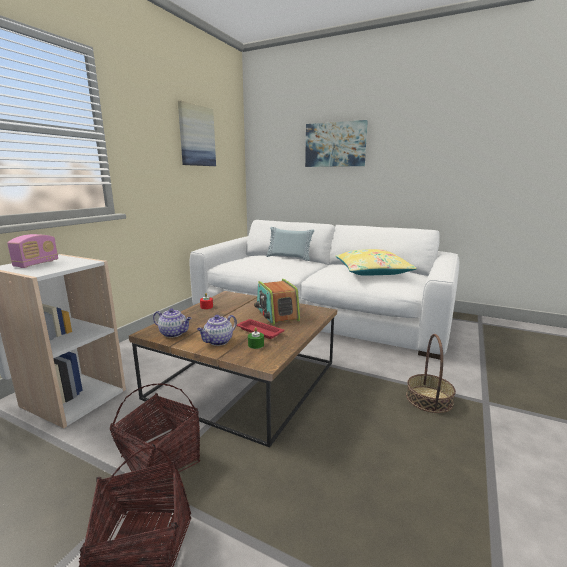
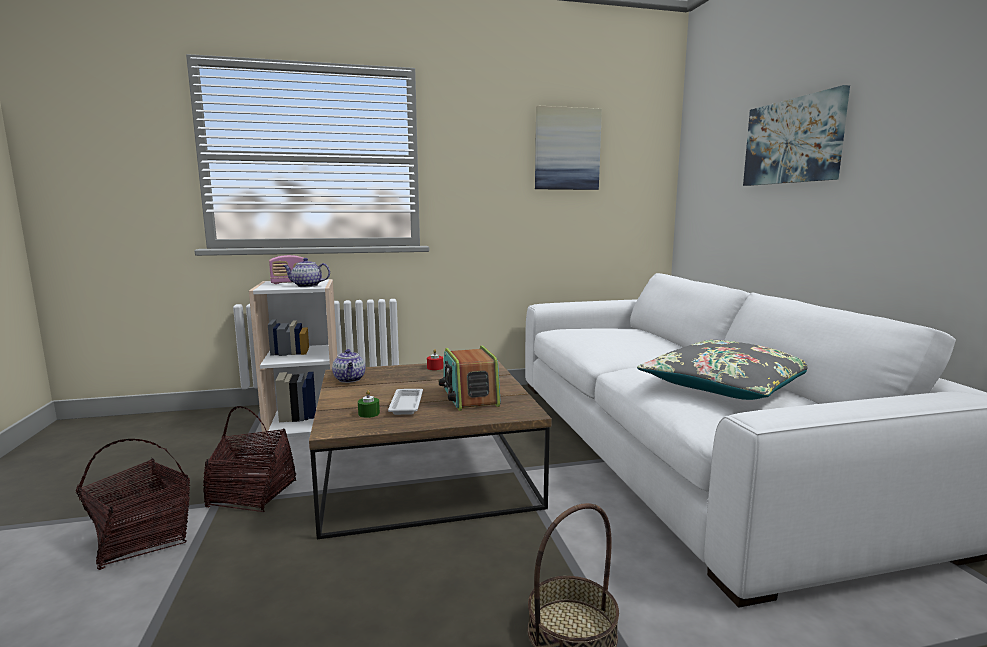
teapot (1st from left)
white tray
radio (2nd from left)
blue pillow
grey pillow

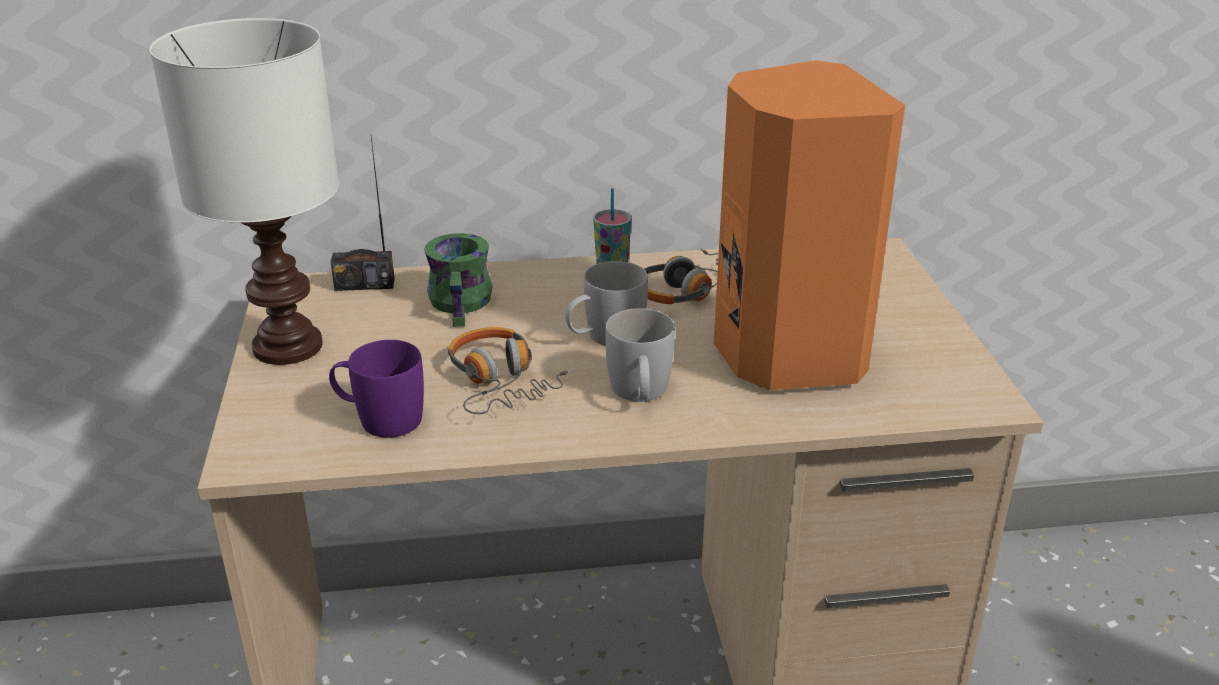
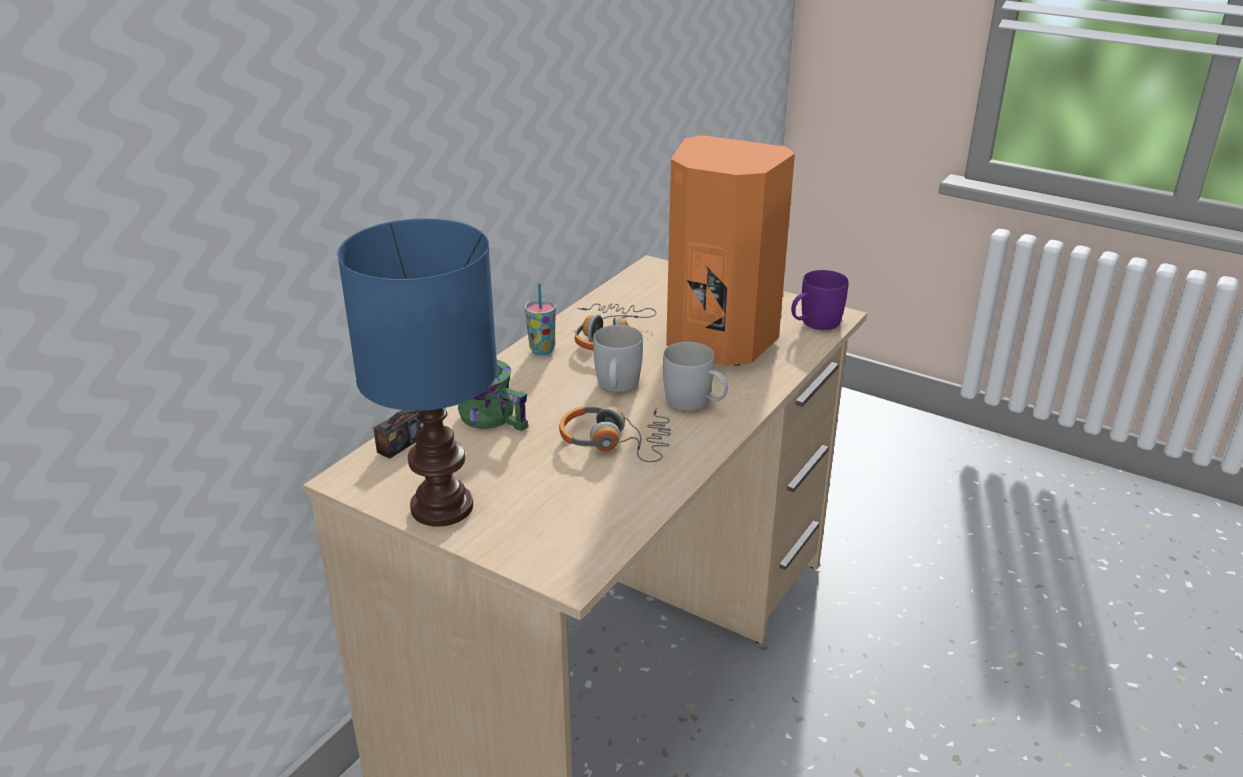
blue table lamp
purple mug

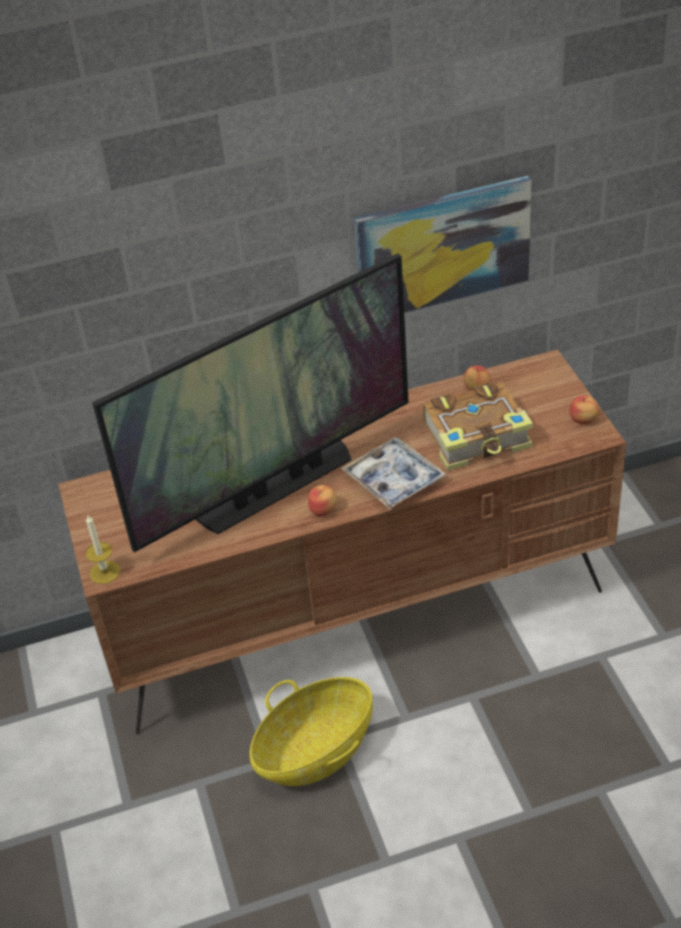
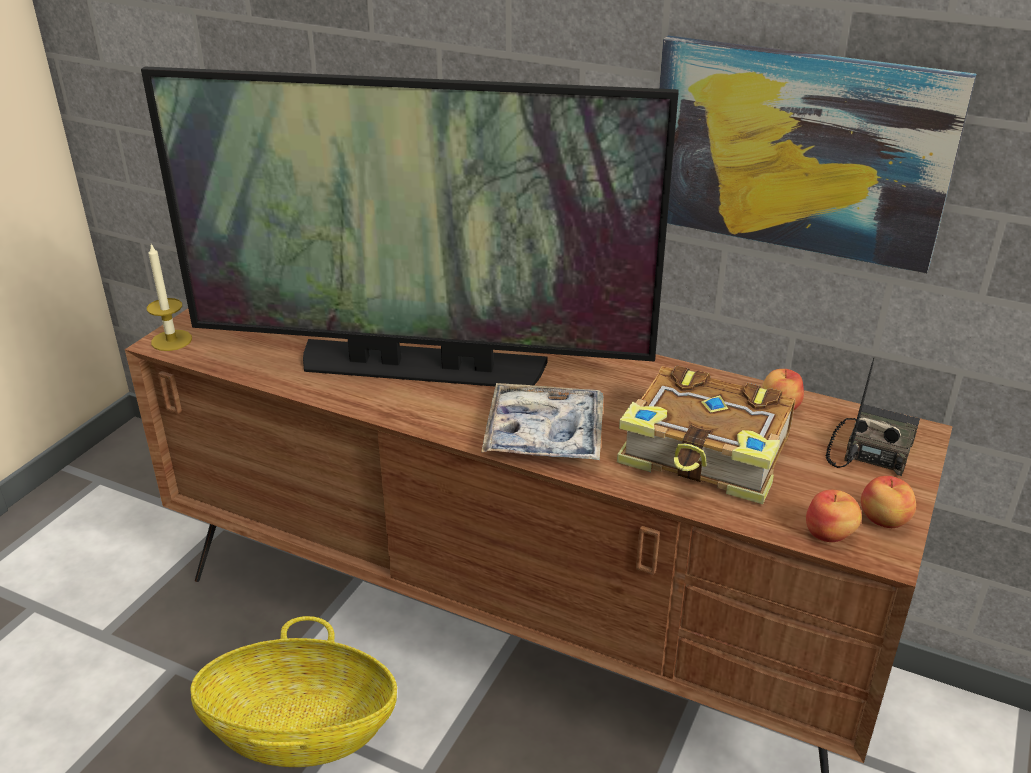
apple (2nd from left)
radio

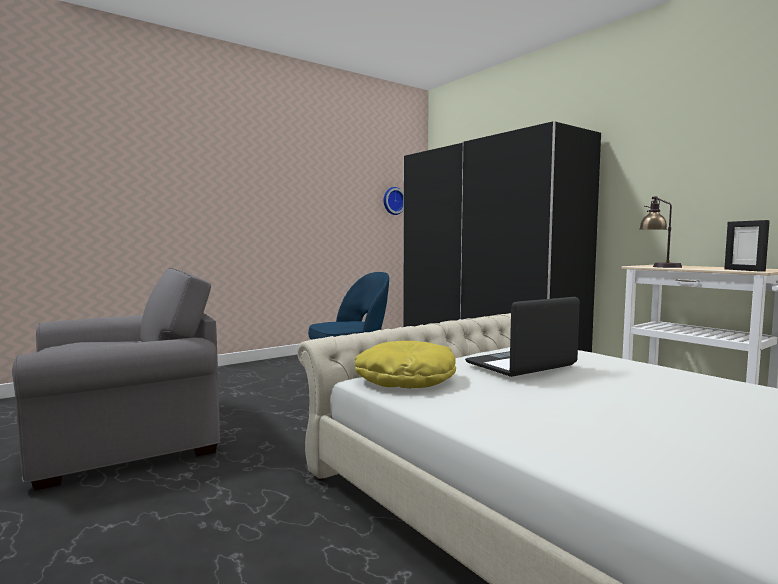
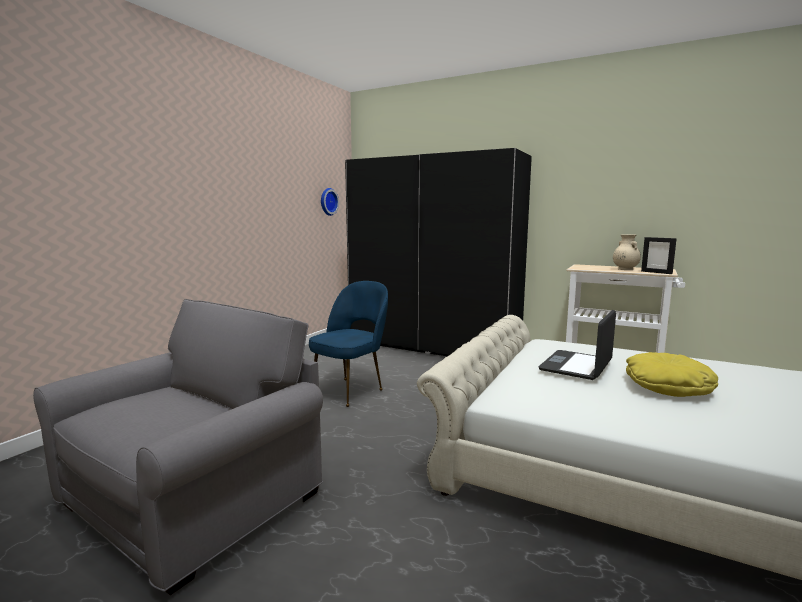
yellow pillow
table lamp
beige vase

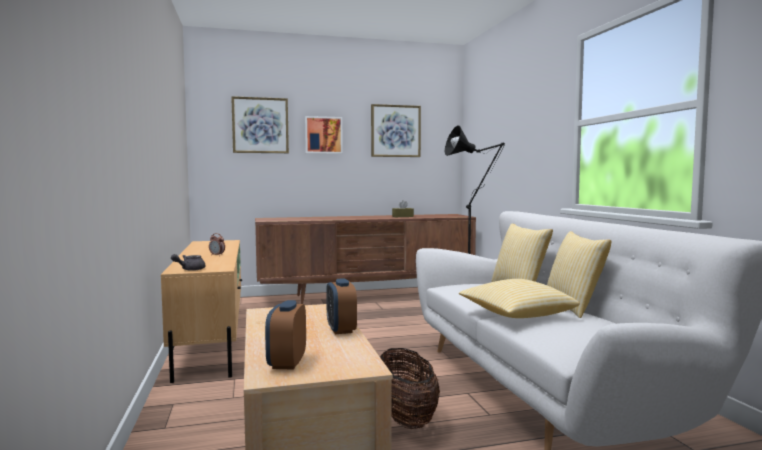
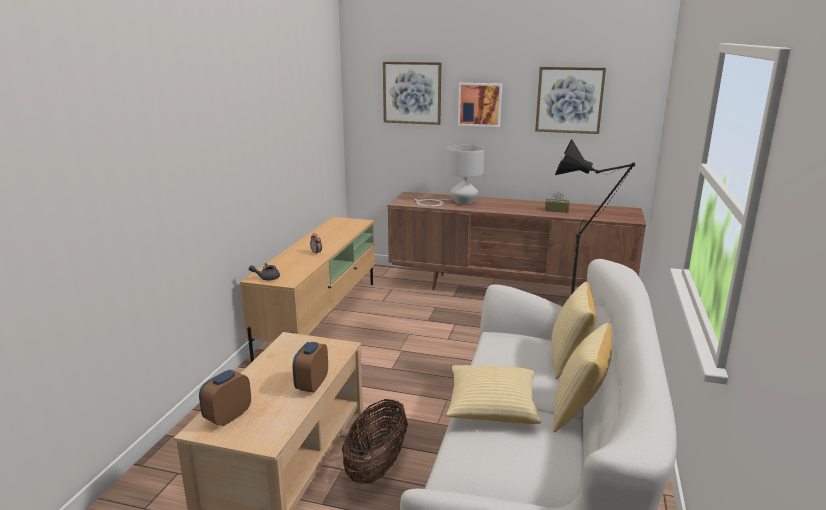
white table lamp

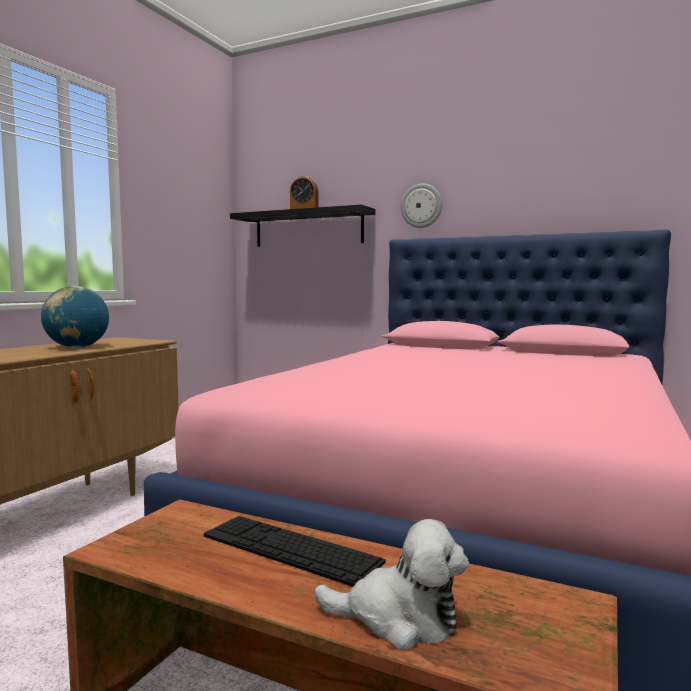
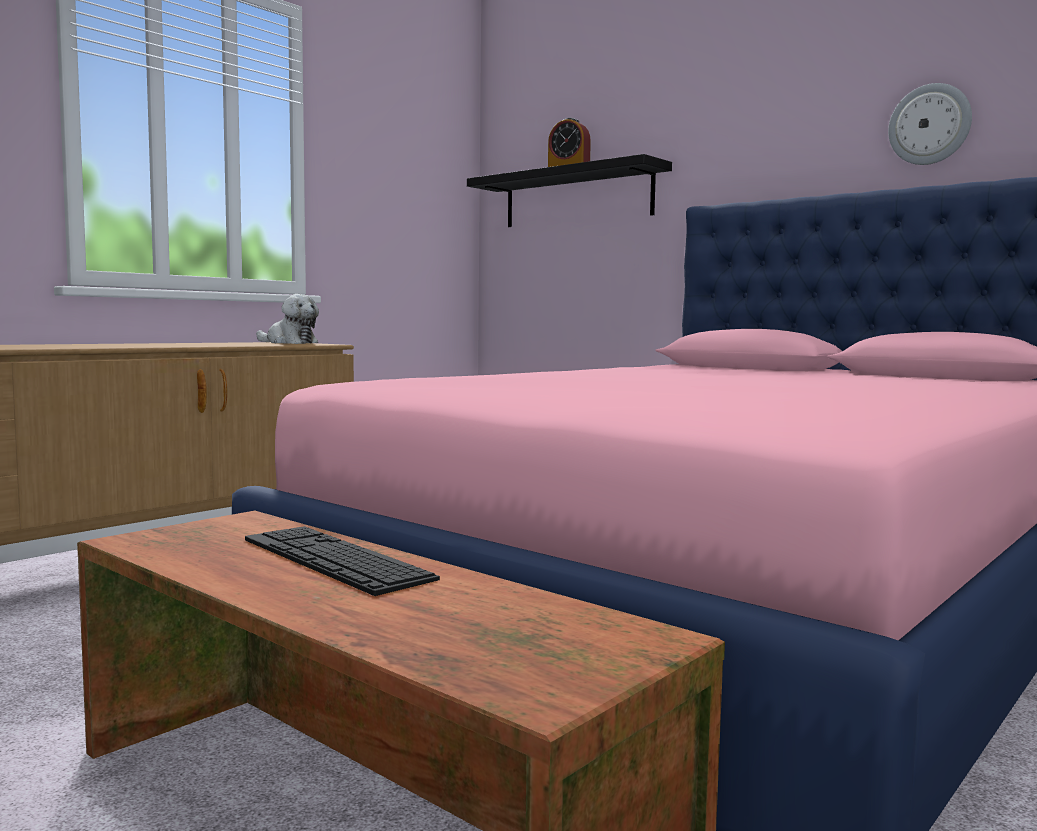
globe
plush toy
wall clock

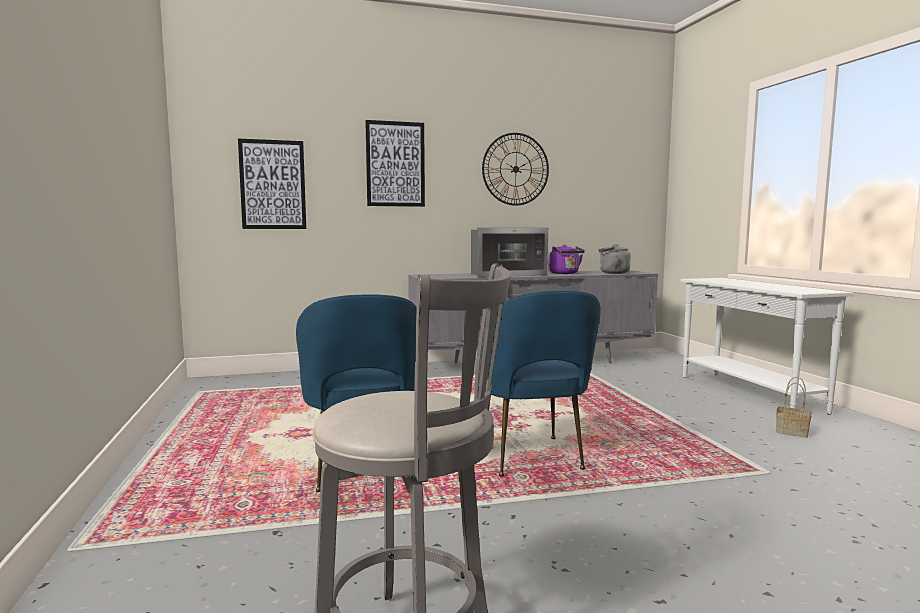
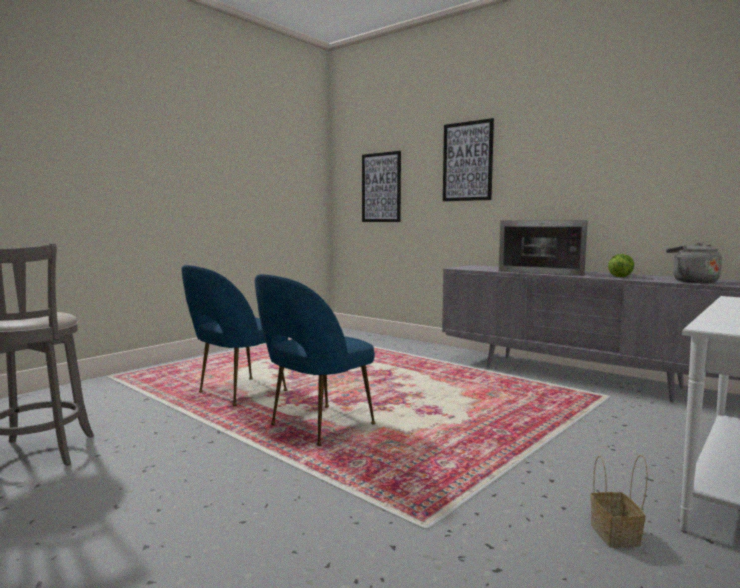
wall clock
lettuce

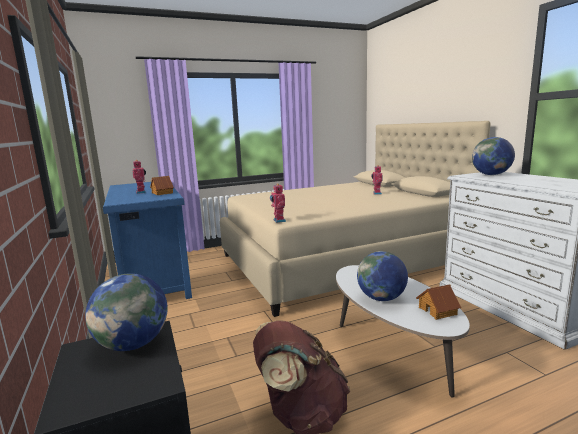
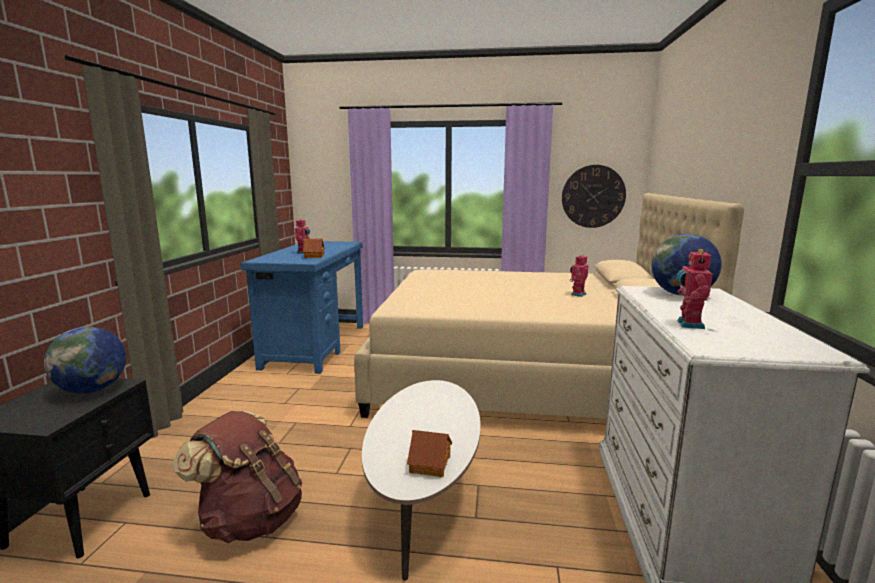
toy robot (3rd from left)
globe (2nd from left in the first image)
wall clock

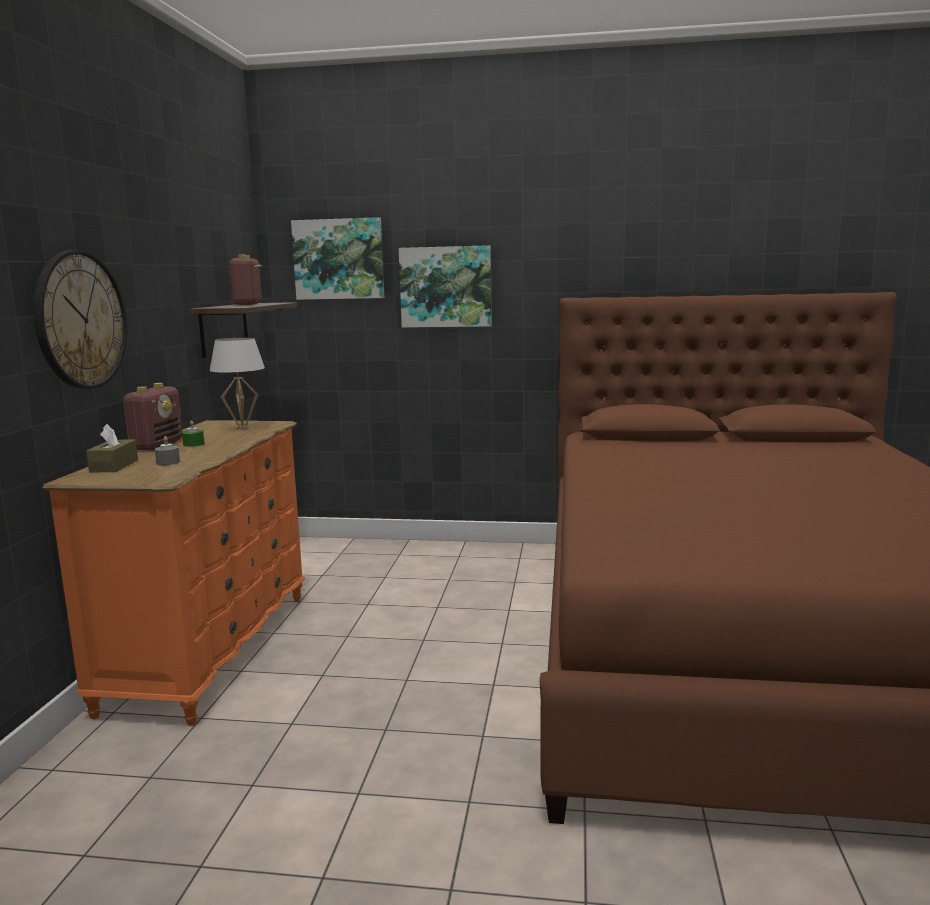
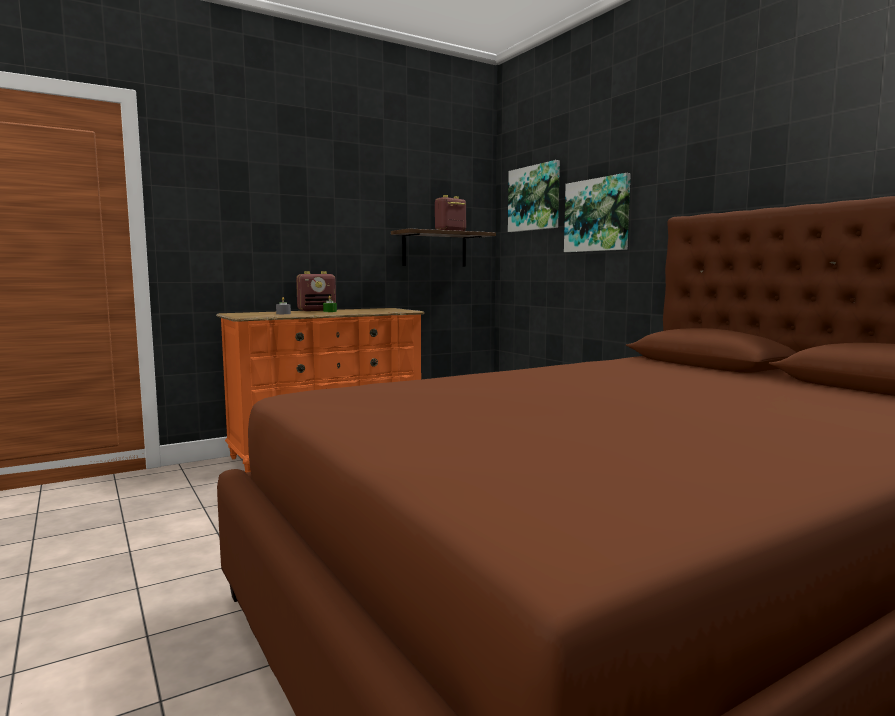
wall clock
brown tissue box
white table lamp

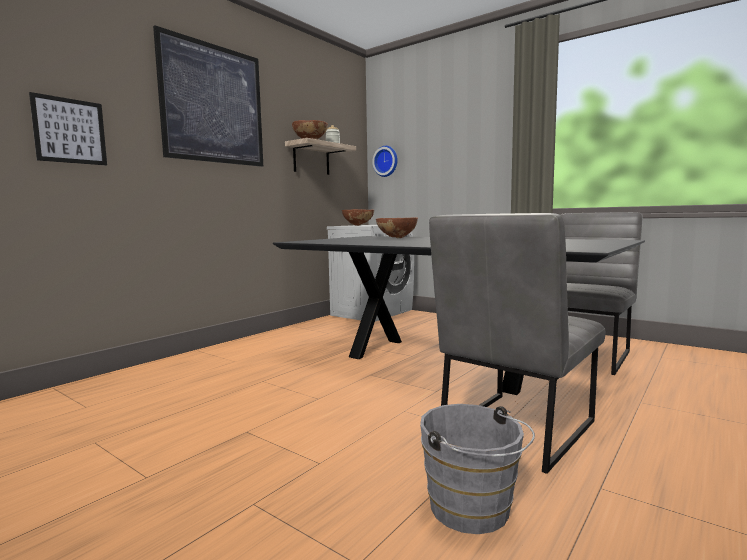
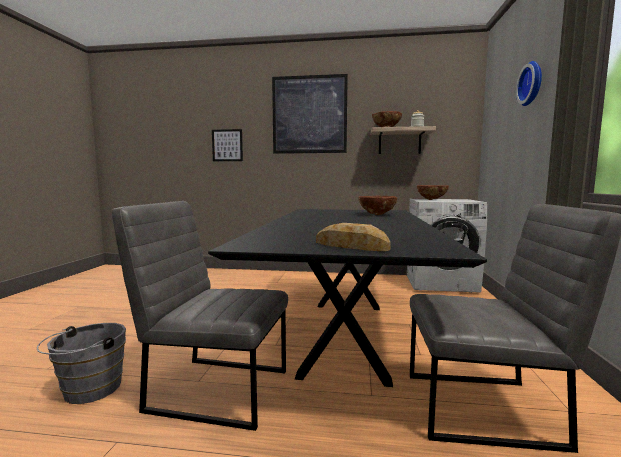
wall clock
bread

